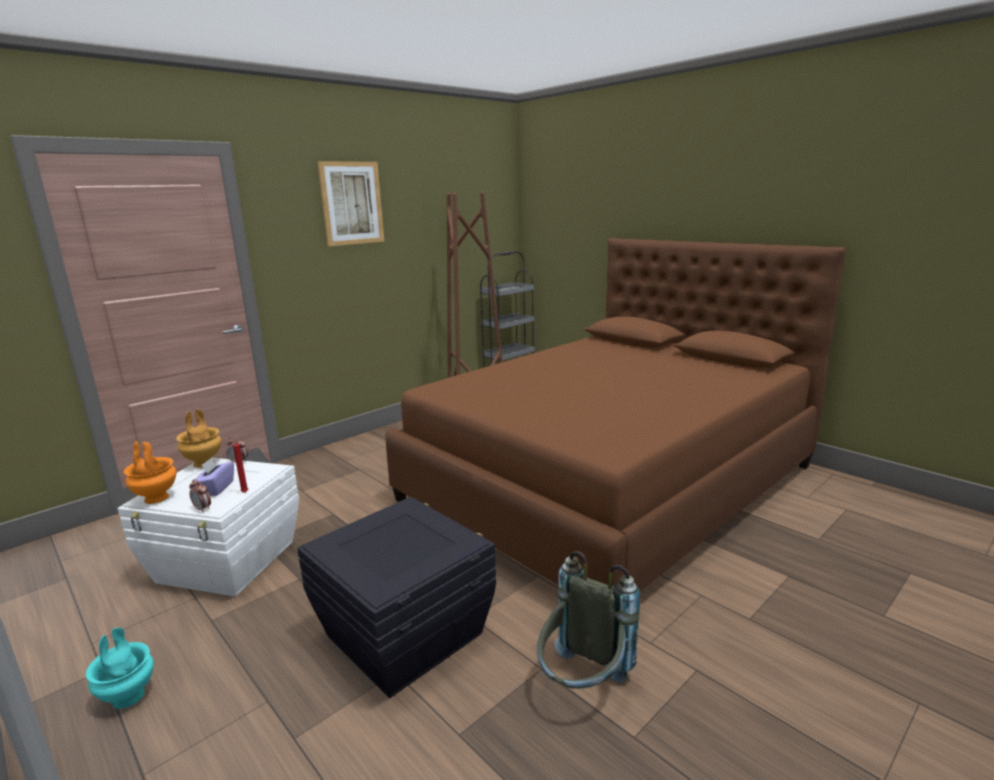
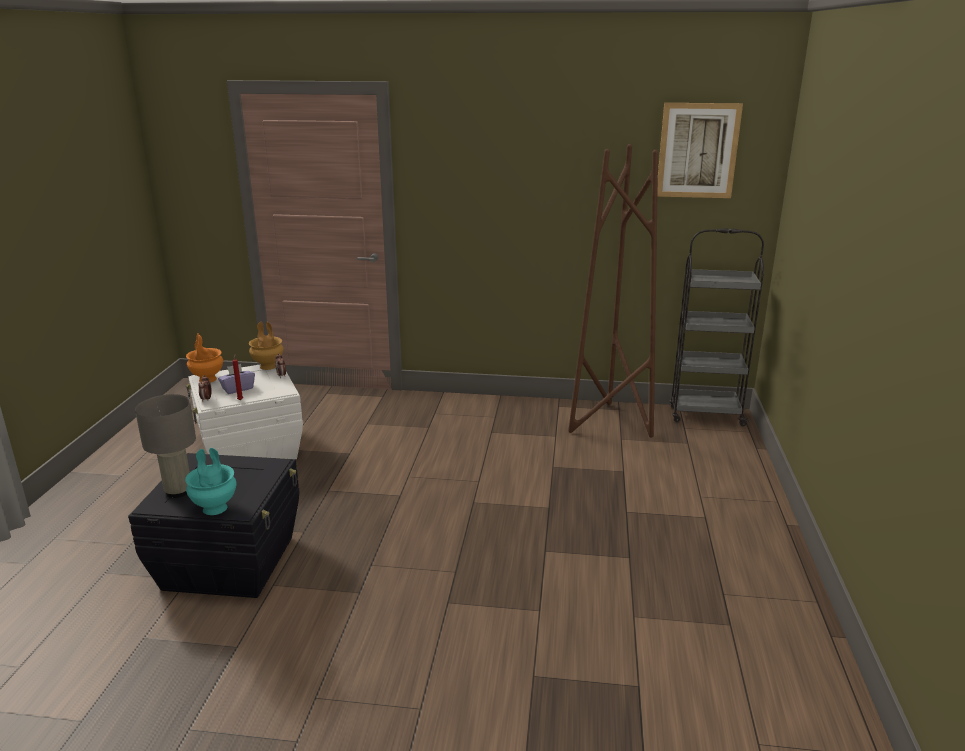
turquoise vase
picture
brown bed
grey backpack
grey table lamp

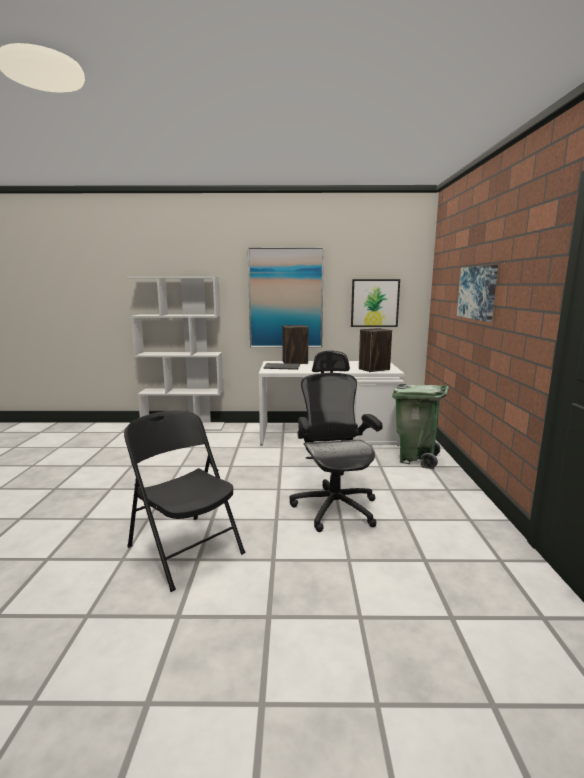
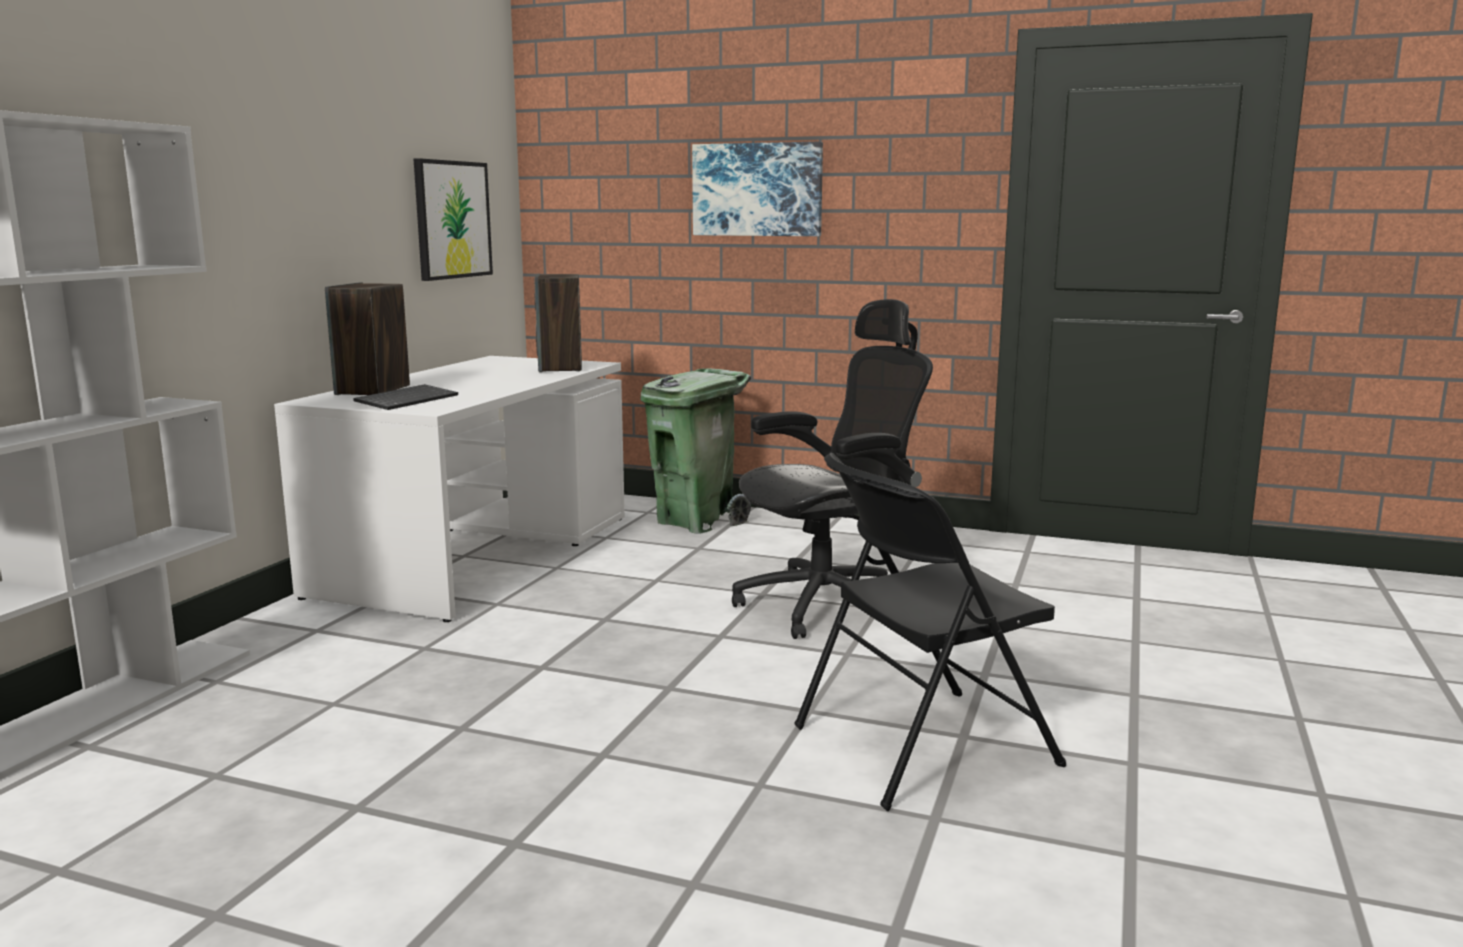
picture (1st from left in the first image)
office chair

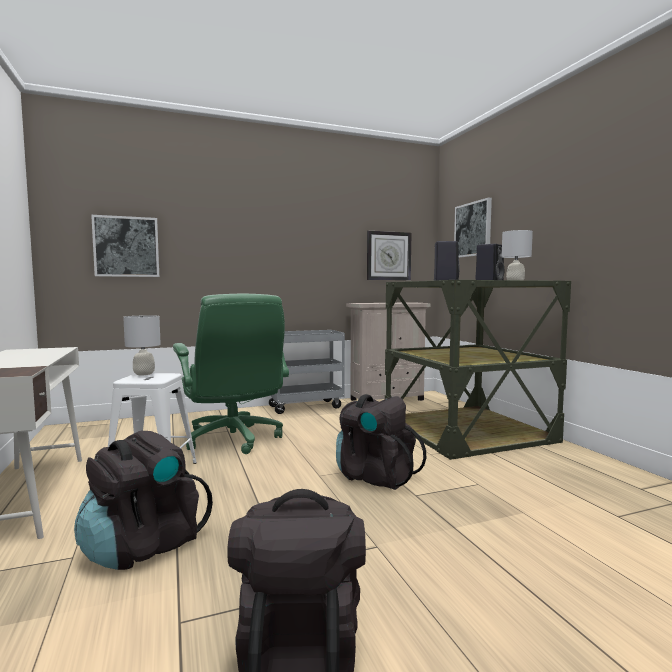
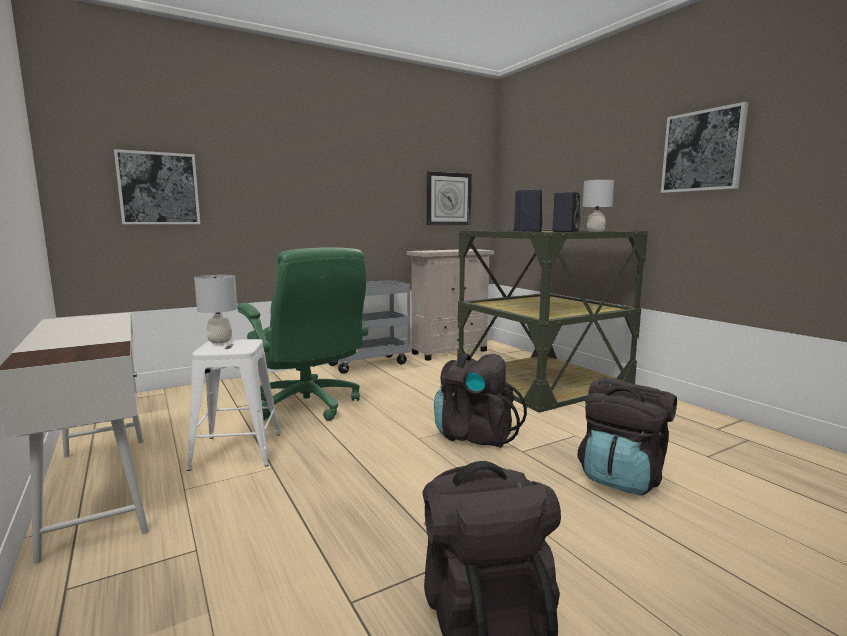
black backpack (3rd from left)
picture (2nd from left)

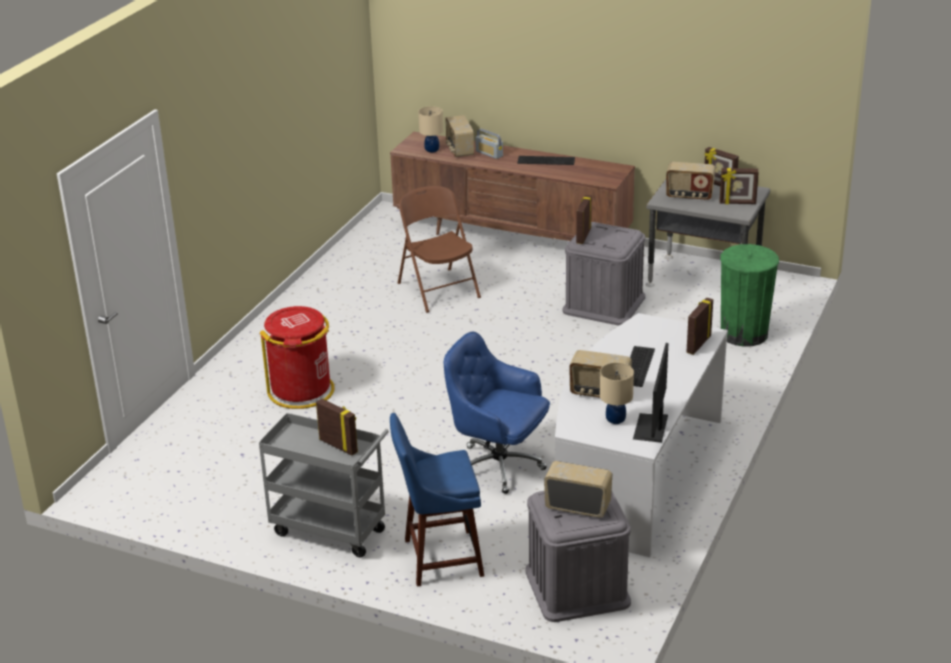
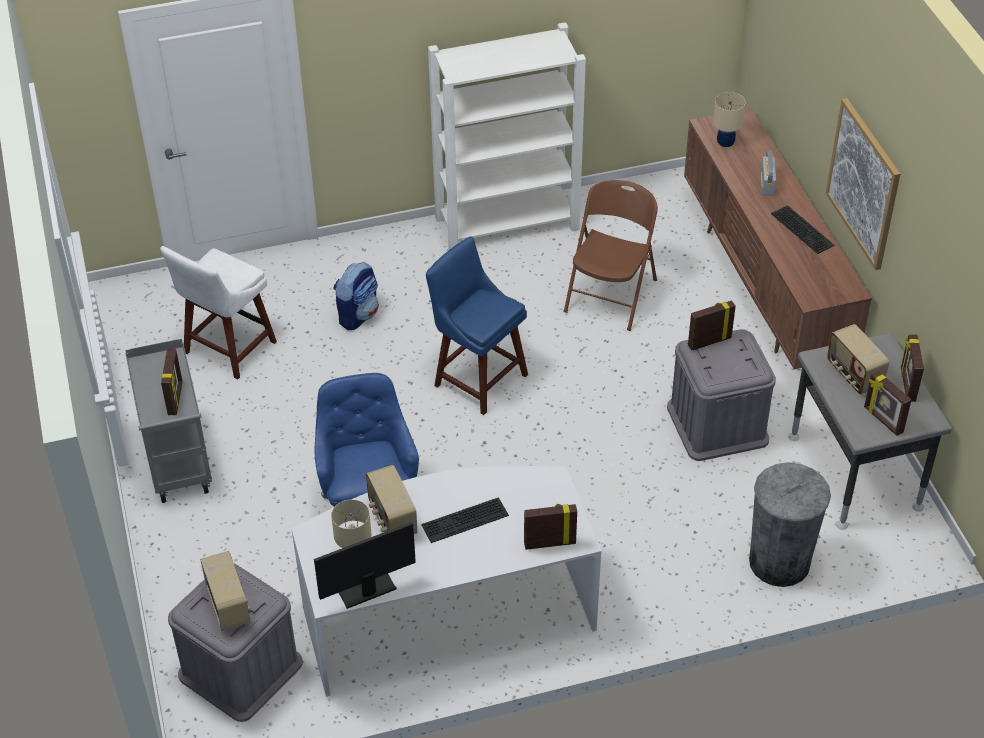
backpack
blue chair
radio (1st from left in the first image)
grey trash can
white chair
white bookcase
picture

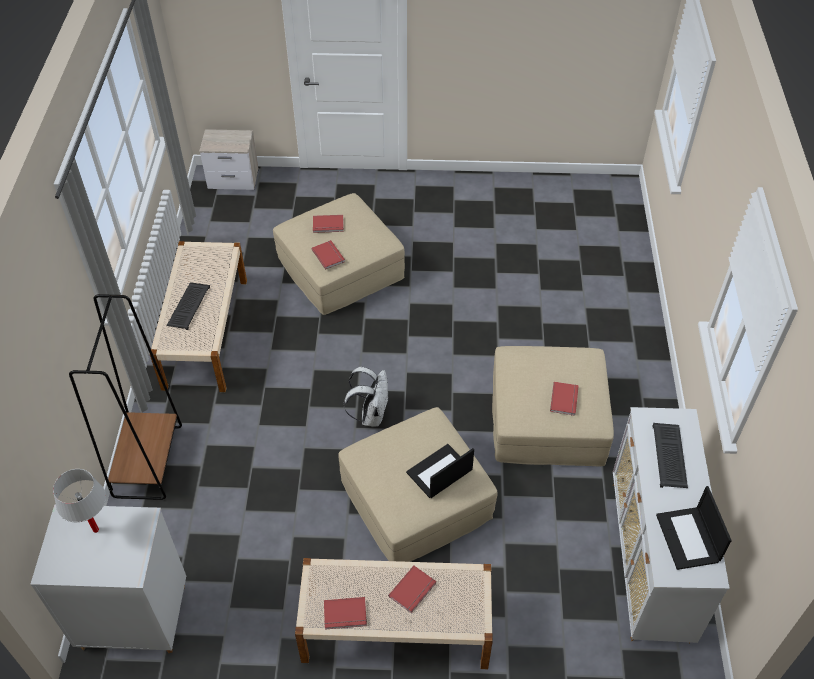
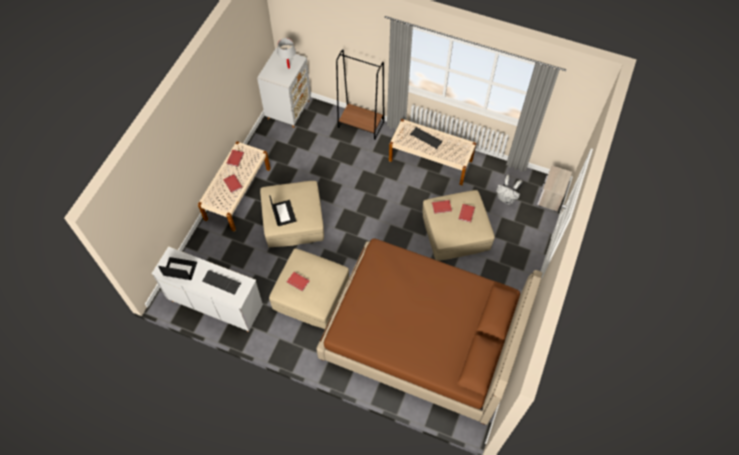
white backpack
brown bed

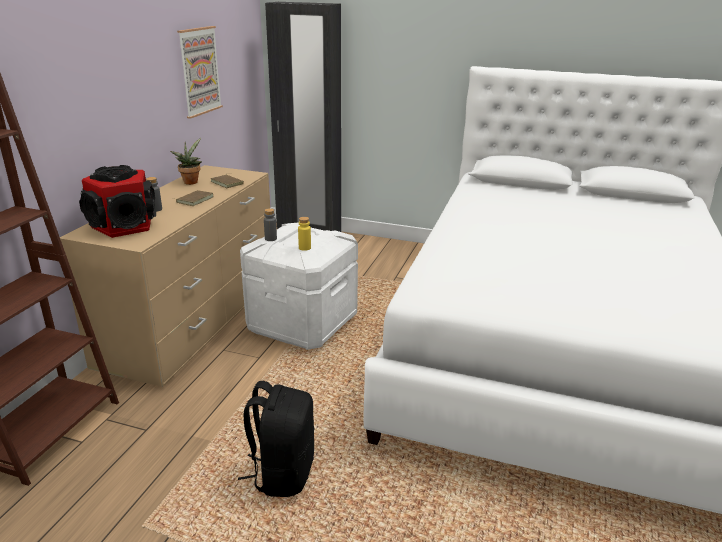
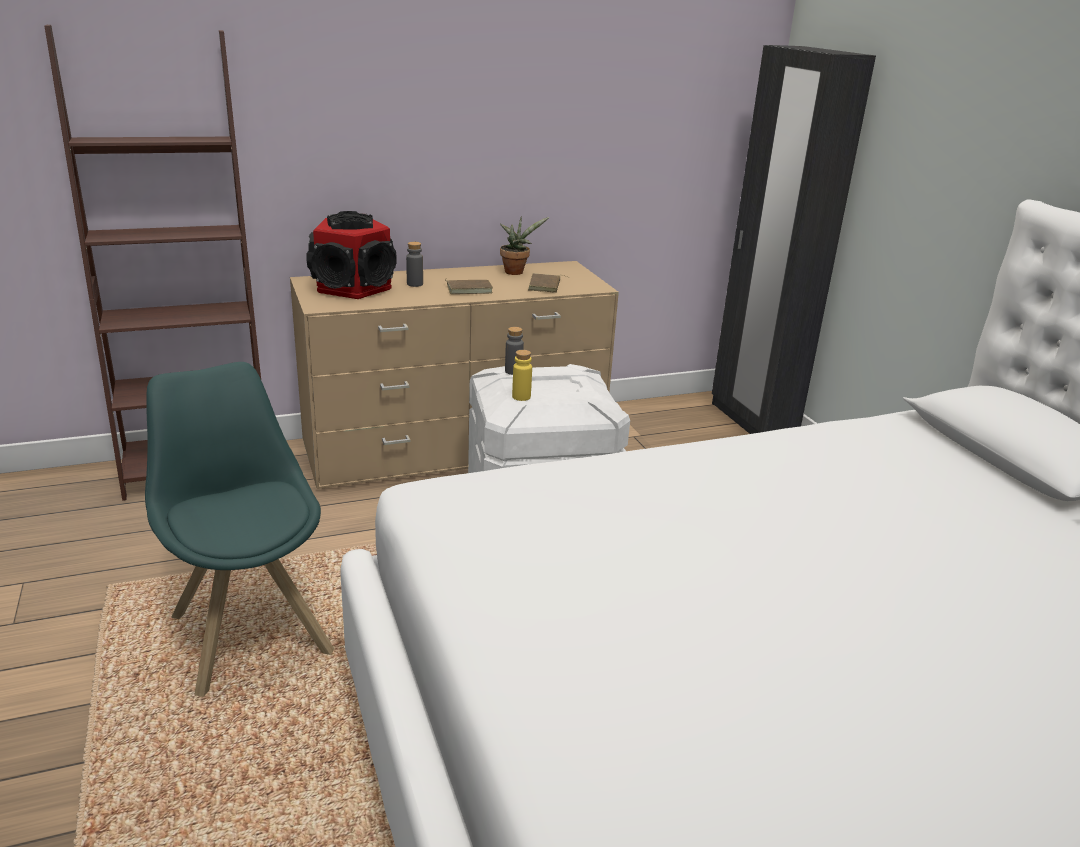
picture
turquoise chair

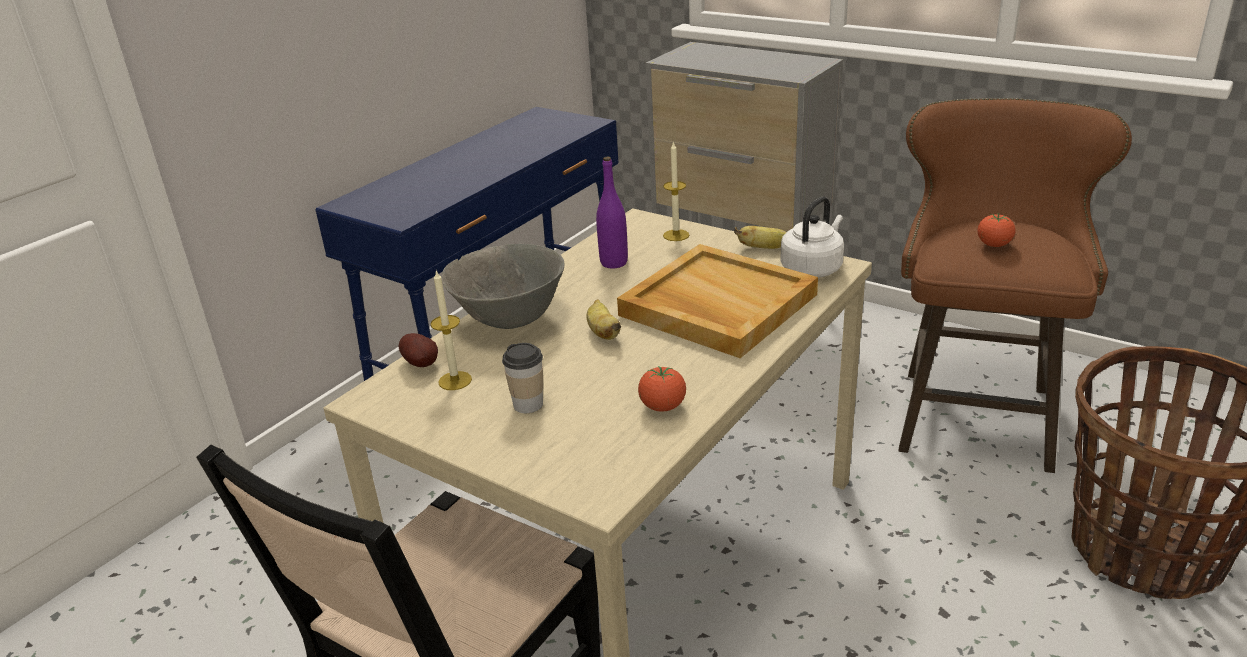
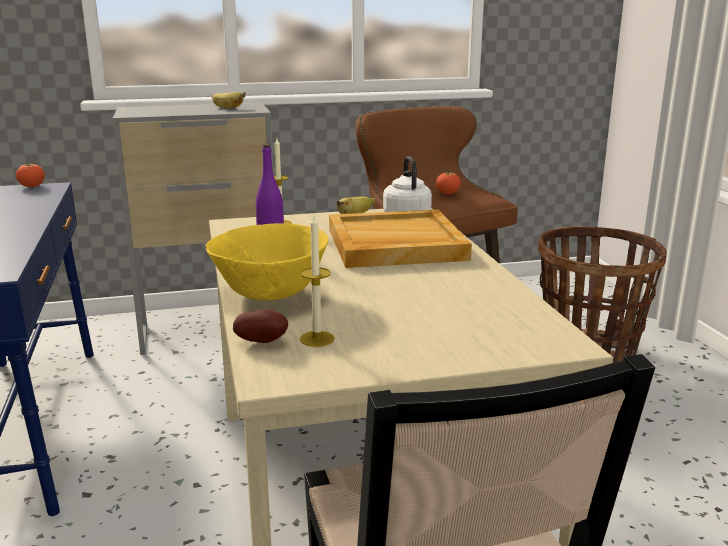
yellow bowl
cup
banana (1st from left)
tomato (1st from left)

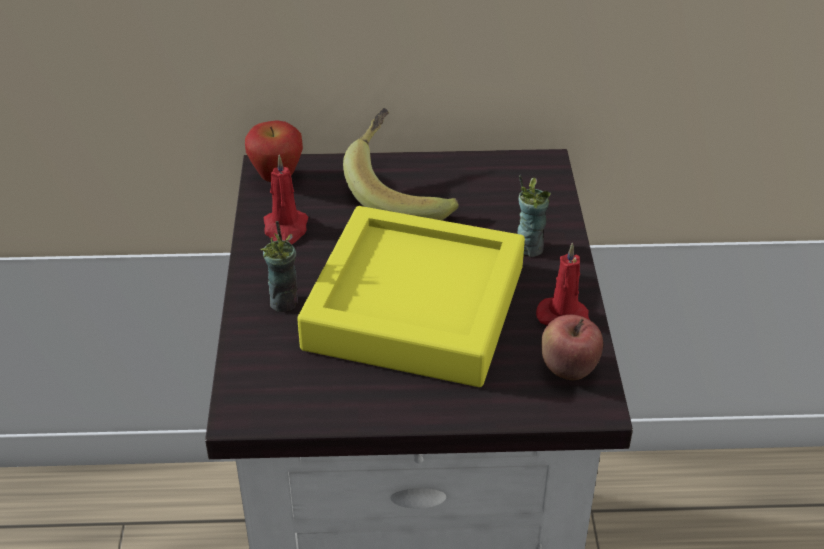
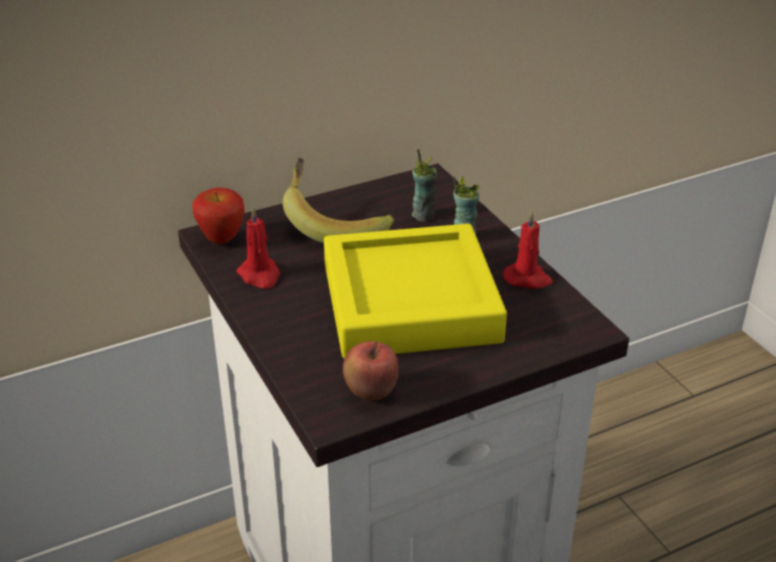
cup (1st from left)
apple (2nd from left)

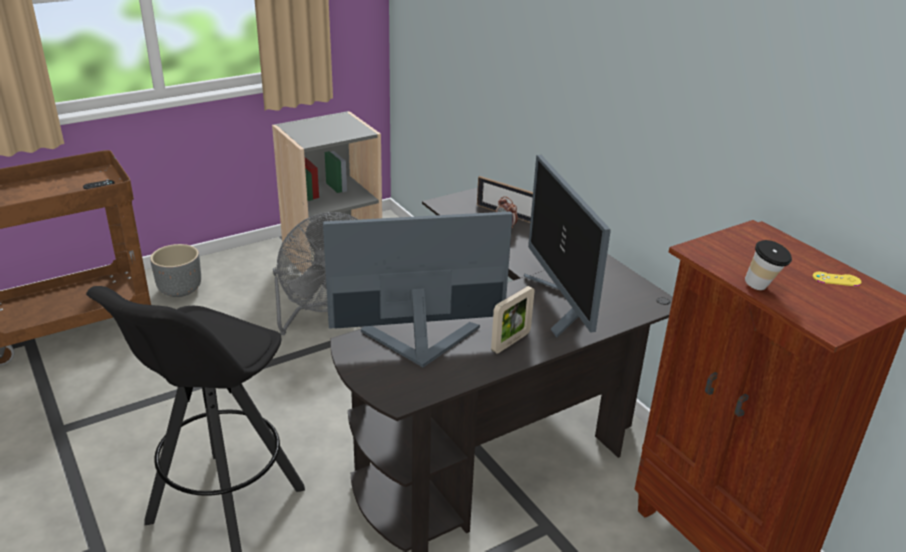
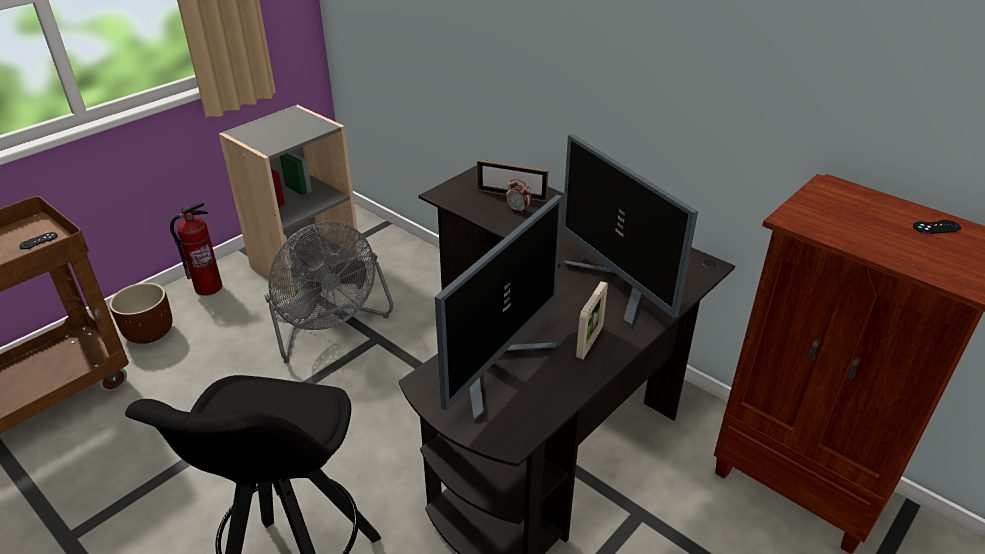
brown planter
monitor (1st from left)
cup
black game controller (2nd from left)
fire extinguisher

